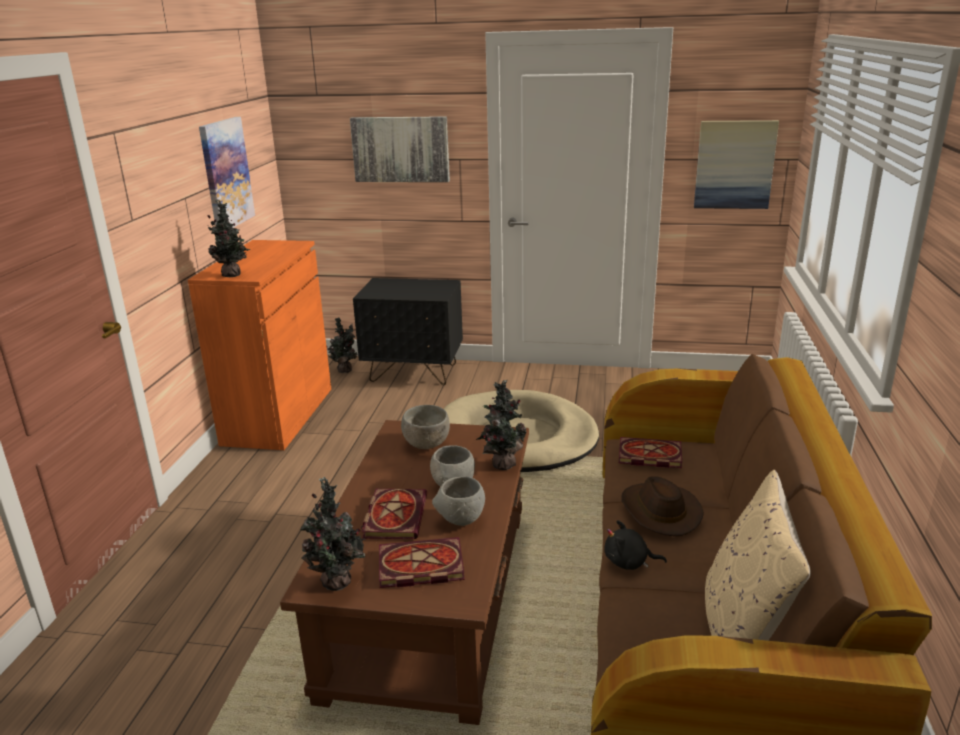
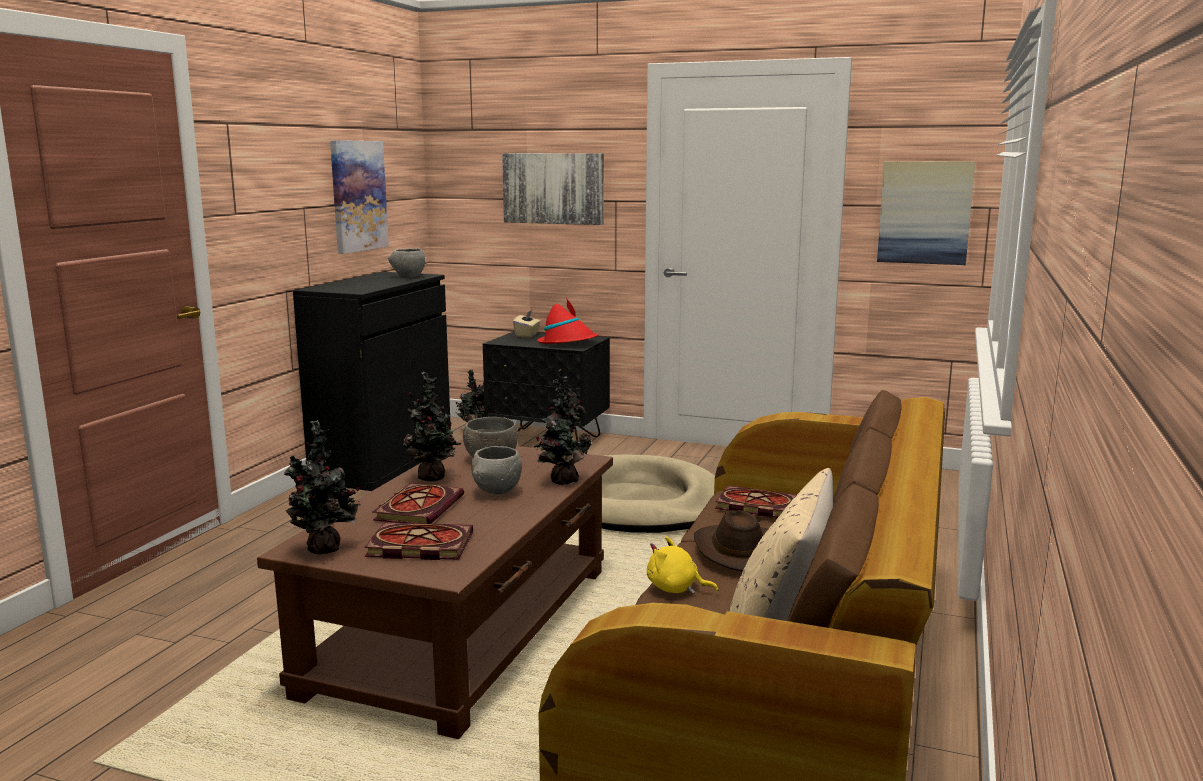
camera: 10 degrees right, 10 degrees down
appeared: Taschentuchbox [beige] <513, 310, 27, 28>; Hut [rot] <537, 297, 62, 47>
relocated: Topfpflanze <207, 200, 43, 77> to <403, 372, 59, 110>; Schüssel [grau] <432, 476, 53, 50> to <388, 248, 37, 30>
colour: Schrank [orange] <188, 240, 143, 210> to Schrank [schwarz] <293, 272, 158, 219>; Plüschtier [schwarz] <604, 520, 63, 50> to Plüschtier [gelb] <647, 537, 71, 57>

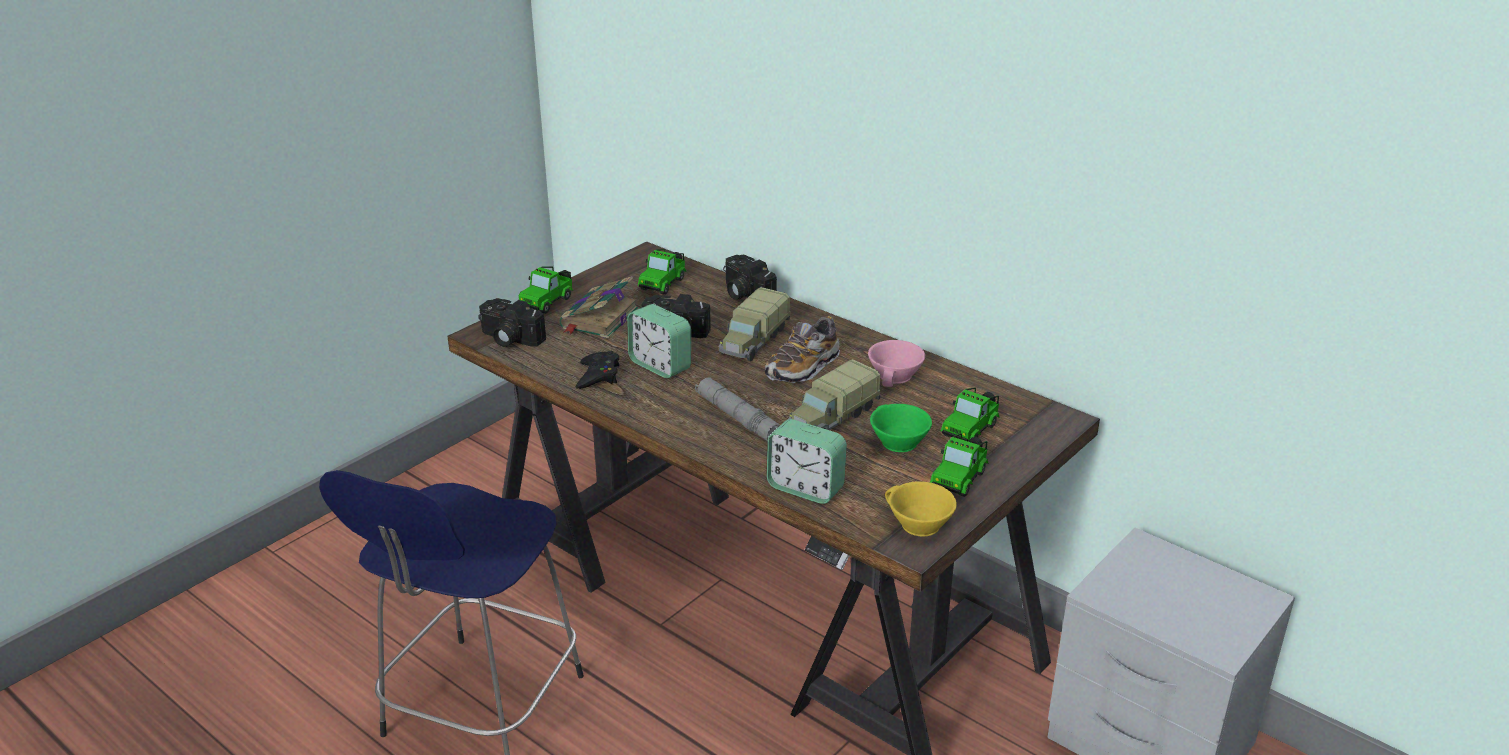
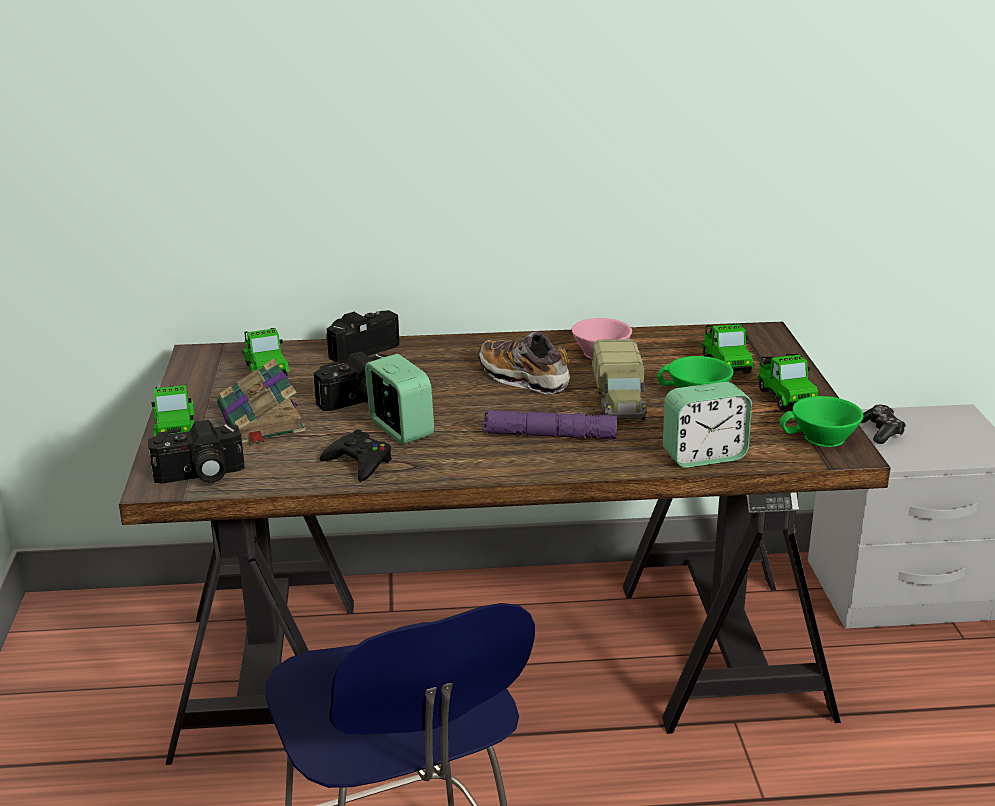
camera: 45 degrees left, 5 degrees down
missing: Spielzeuglaster <719, 287, 72, 74>
appeared: Gamepad <861, 405, 45, 39>
colour: Taschenlampe [grau] <695, 378, 85, 63> to Taschenlampe [lila] <482, 410, 135, 29>; Tasse [gelb] <885, 481, 72, 56> to Tasse [grün] <780, 396, 83, 51>
spun: Wecker <627, 304, 64, 74> = <365, 354, 69, 90> 120 degrees counterclockwise; Kamera <723, 255, 54, 45> = <326, 310, 73, 54> 135 degrees clockwise; Schuh <765, 316, 75, 67> = <478, 332, 92, 63> 135 degrees clockwise

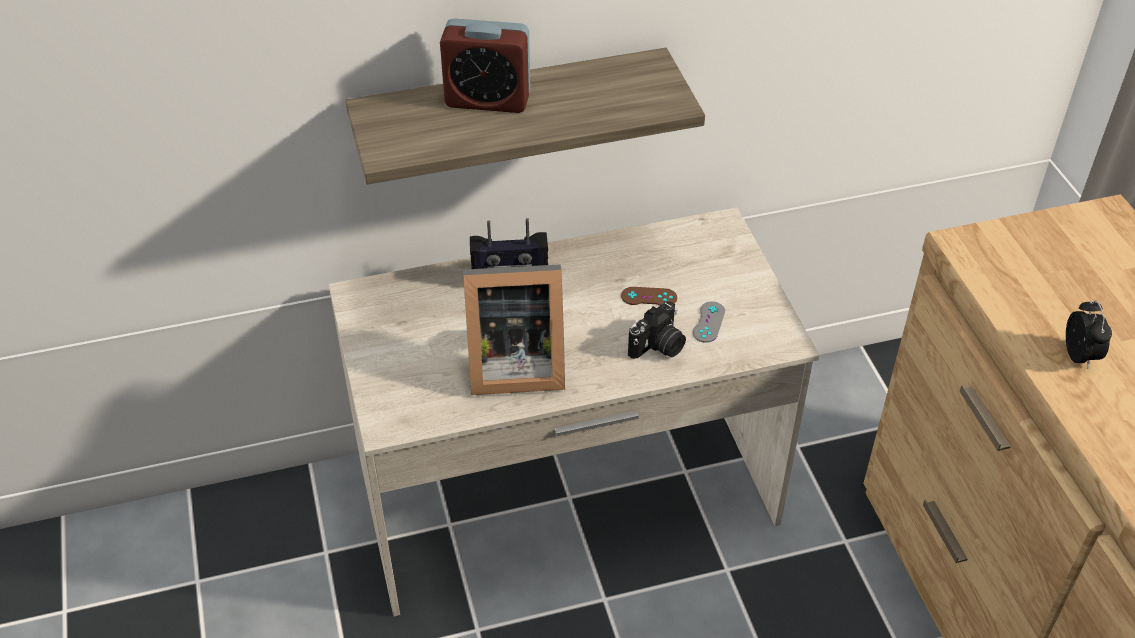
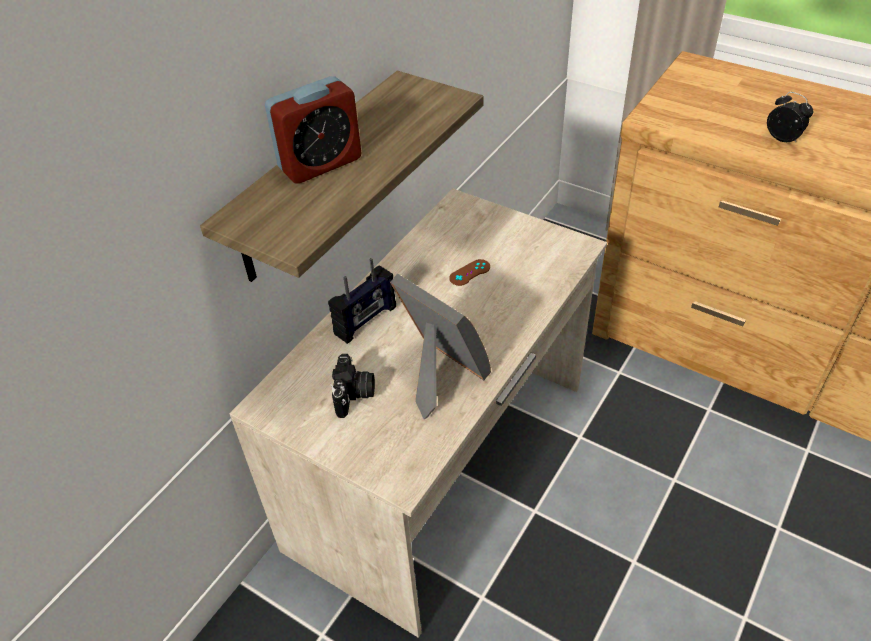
camera: 40 degrees left, 0 degrees up
missing: Gamepad [grau] <693, 301, 32, 42>
relocated: Kamera <628, 301, 58, 58> to <330, 354, 45, 64>
spun: Bilderrahmen <463, 264, 102, 131> = <390, 274, 101, 145> 90 degrees counterclockwise

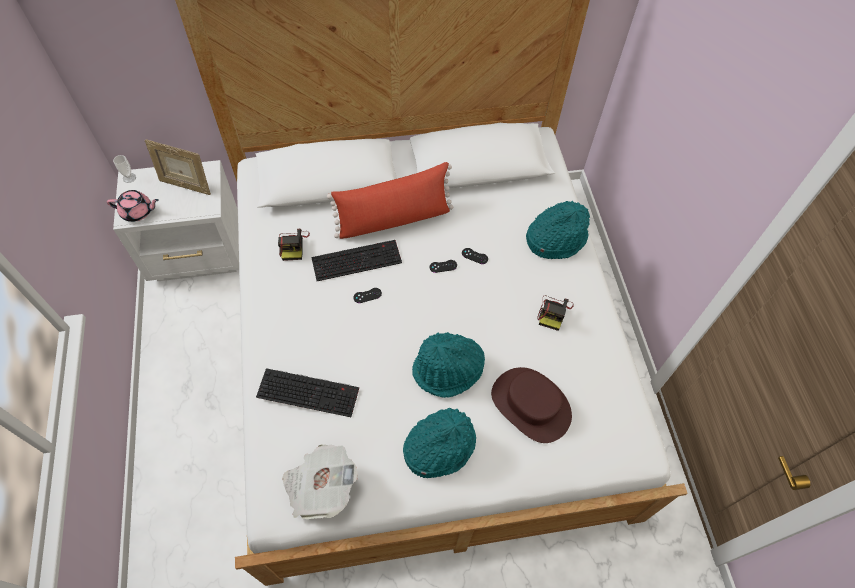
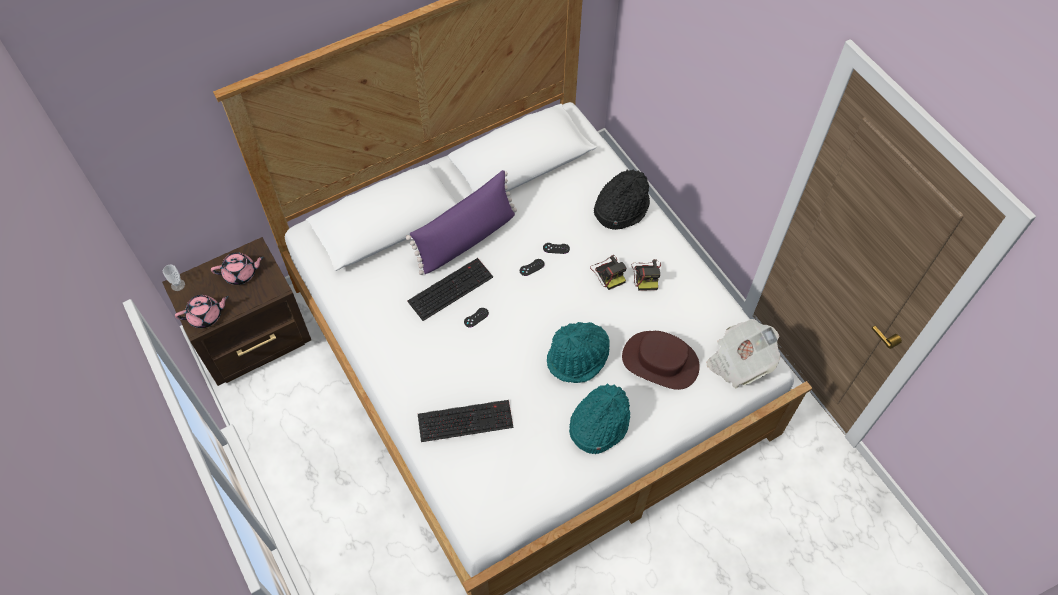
camera: 20 degrees left, 0 degrees up
relocated: Kamera <278, 229, 32, 32> to <590, 255, 36, 35>; Zeitung <282, 444, 76, 75> to <706, 319, 75, 69>
exchanged: Bilderrahmen <145, 139, 66, 56> to Teekanne [rosa] <211, 252, 53, 33>
colour: Nachttisch [weiß] <113, 160, 126, 121> to Nachttisch [braun] <162, 237, 149, 149>; Kissen [rot] <327, 162, 126, 77> to Kissen [lila] <406, 170, 111, 105>; Hut [türkis] <526, 201, 64, 58> to Hut [schwarz] <594, 169, 56, 61>

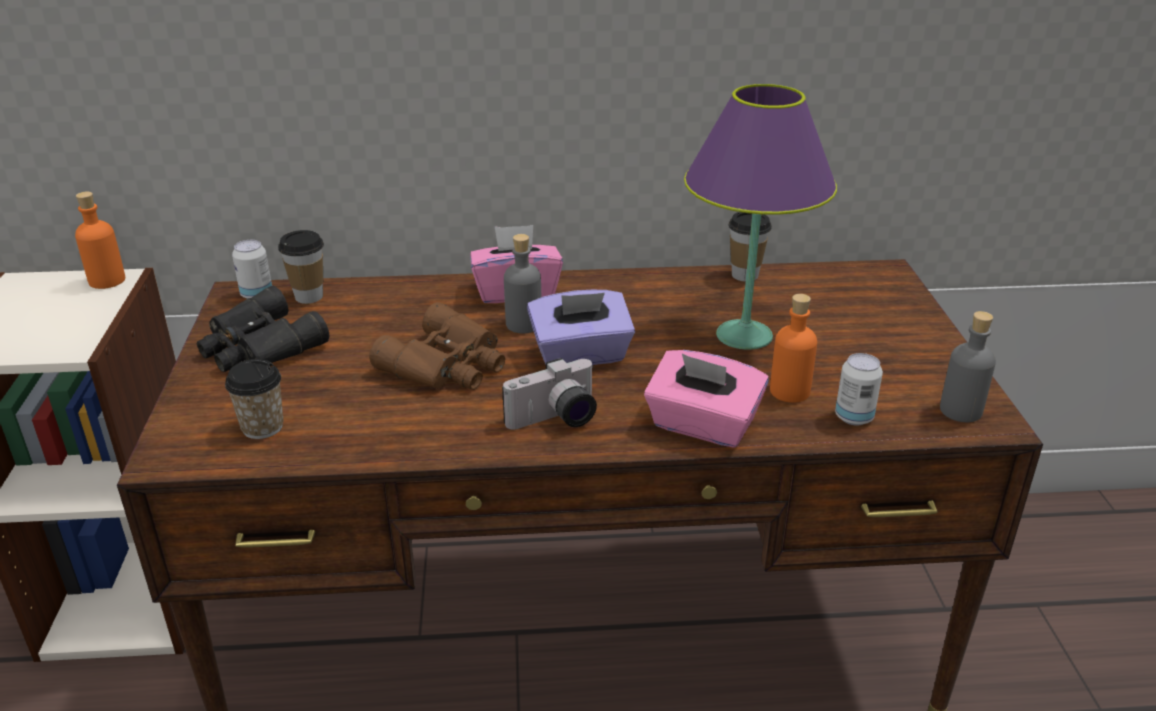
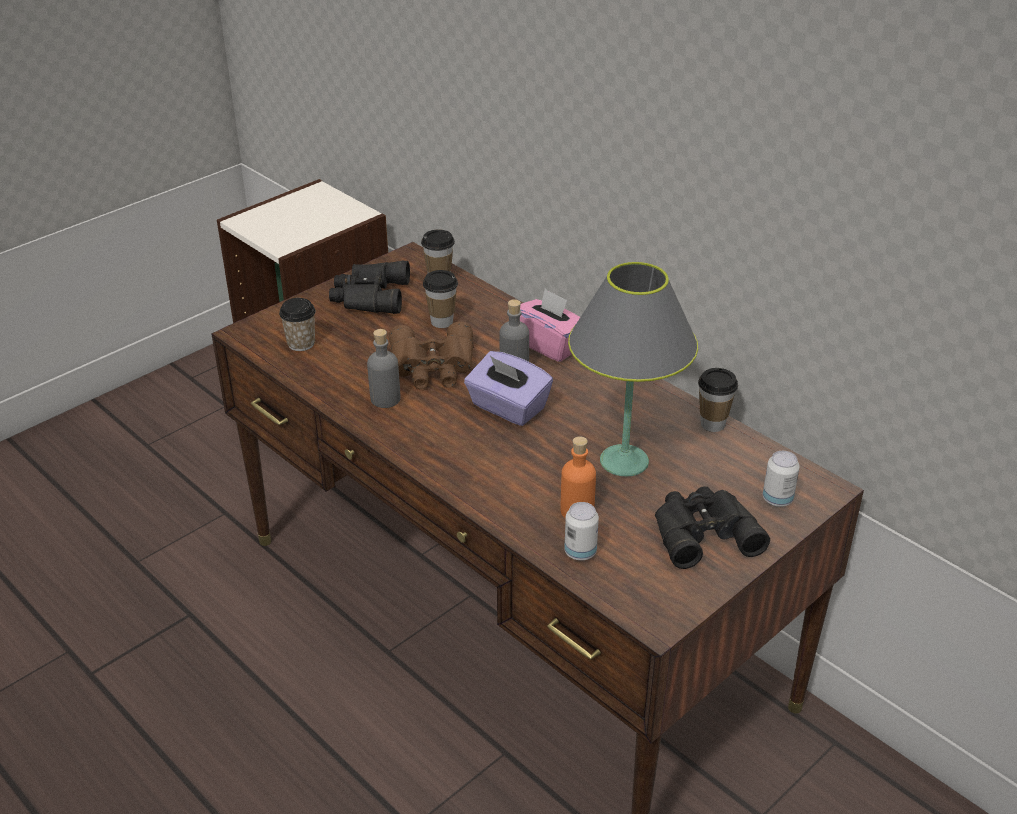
camera: 50 degrees right, 5 degrees up
missing: Flasche [orange] <75, 192, 50, 97>; Kamera <502, 358, 95, 72>; Taschentuchbox [rosa] <644, 350, 125, 98>
appeared: Tasse <423, 270, 35, 58>; Fernglas [schwarz] <655, 486, 115, 83>
relocated: Dose <232, 240, 40, 59> to <763, 451, 37, 56>; Flasche [grau] <940, 311, 56, 111> to <367, 329, 34, 79>
colour: Tischlampe [lila] <684, 84, 153, 266> to Tischlampe [grau] <568, 262, 130, 215>

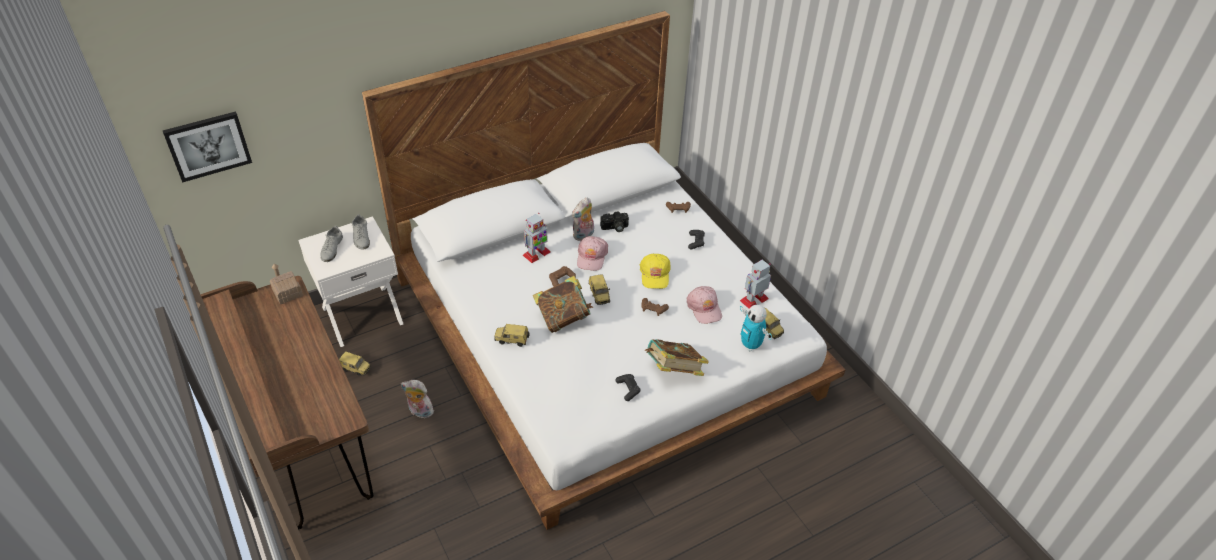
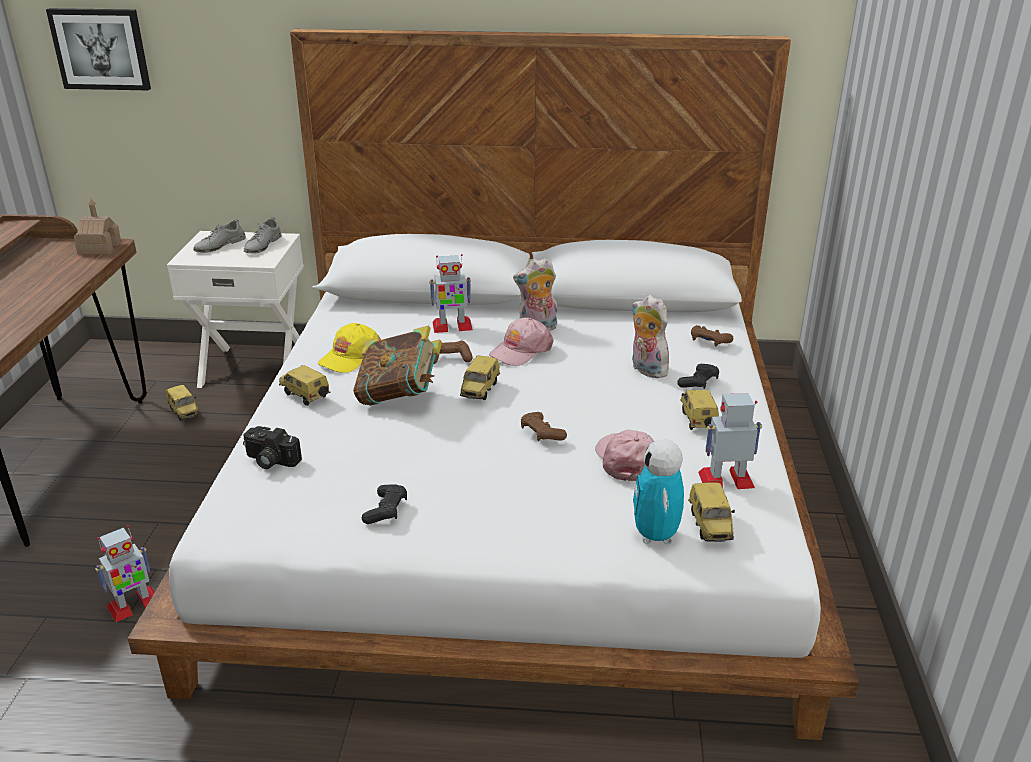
camera: 35 degrees right, 15 degrees down
missing: Buch <644, 339, 65, 37>
appeared: Spielzeugroboter <95, 525, 60, 97>; Spielzeugauto <680, 389, 39, 41>
relocated: Plüschtier <401, 380, 33, 38> to <631, 295, 39, 83>; Kamera <600, 211, 29, 21> to <243, 426, 59, 43>; Kappe [gelb] <640, 254, 31, 35> to <318, 323, 64, 50>
spun: Kappe [rosa] <686, 286, 36, 38> = <595, 430, 59, 51> 150 degrees clockwise

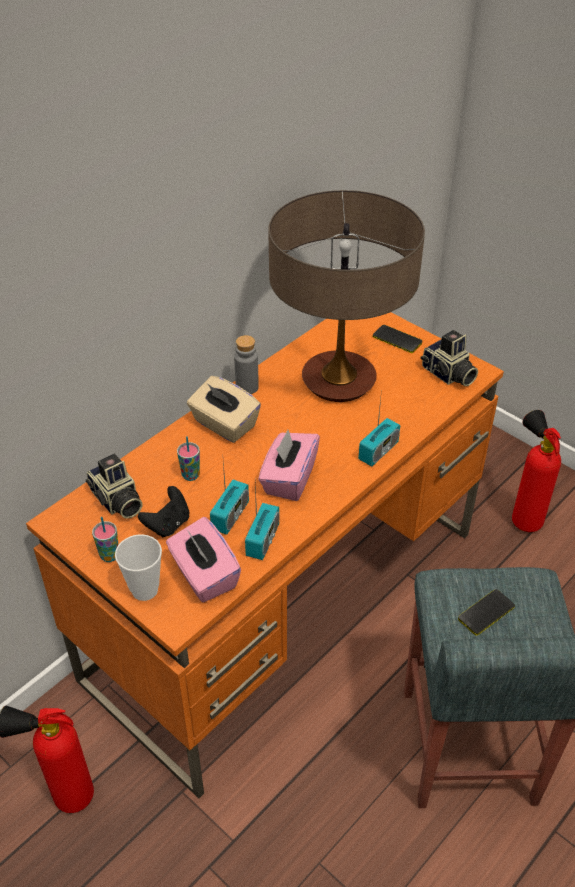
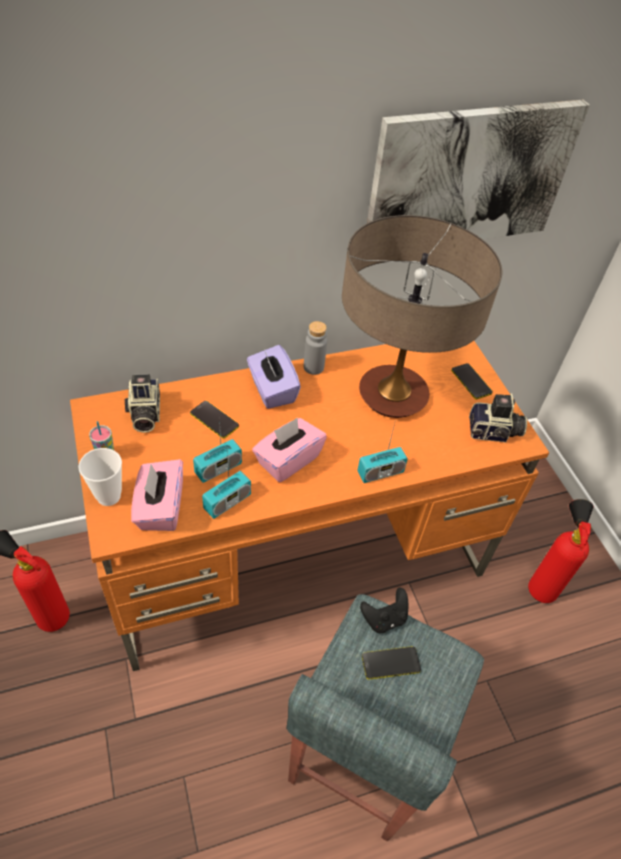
camera: 25 degrees right, 5 degrees up
appeared: Bild <367, 99, 223, 140>
relocated: Gamepad [schwarz] <138, 486, 52, 52> to <360, 587, 48, 46>
exchanged: Tasse <177, 436, 23, 45> to Handy <190, 401, 49, 38>
colour: Taschentuchbox [beige] <187, 376, 74, 67> to Taschentuchbox [lila] <247, 345, 54, 64>
spun: Kamera <420, 330, 58, 56> = <469, 394, 58, 48> 75 degrees counterclockwise

